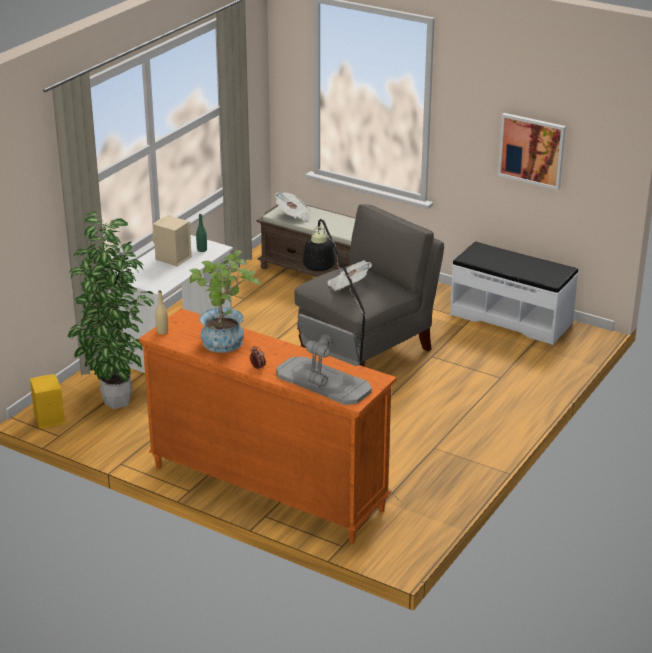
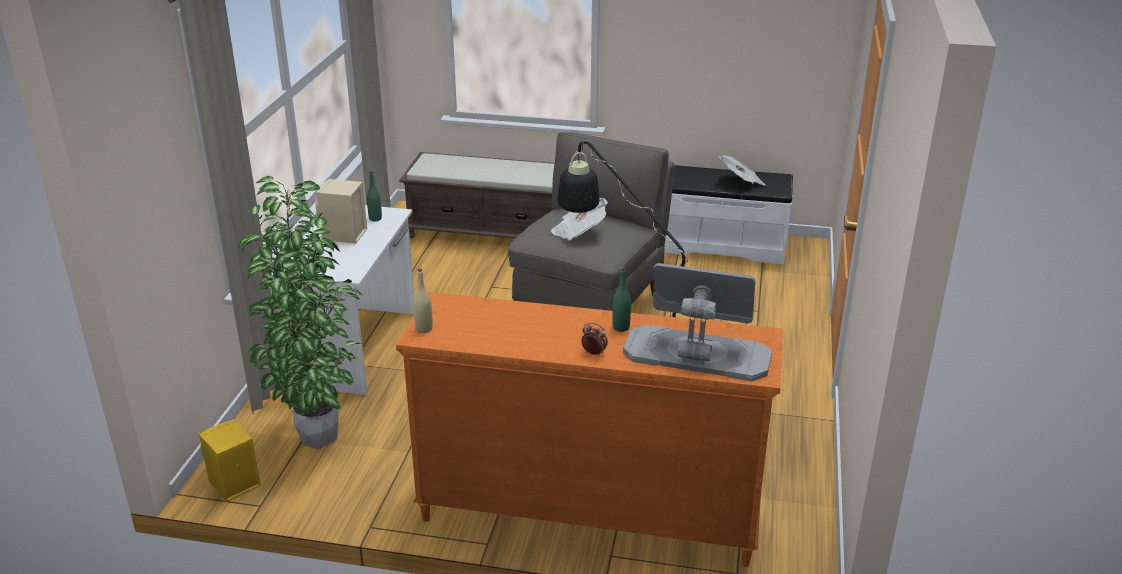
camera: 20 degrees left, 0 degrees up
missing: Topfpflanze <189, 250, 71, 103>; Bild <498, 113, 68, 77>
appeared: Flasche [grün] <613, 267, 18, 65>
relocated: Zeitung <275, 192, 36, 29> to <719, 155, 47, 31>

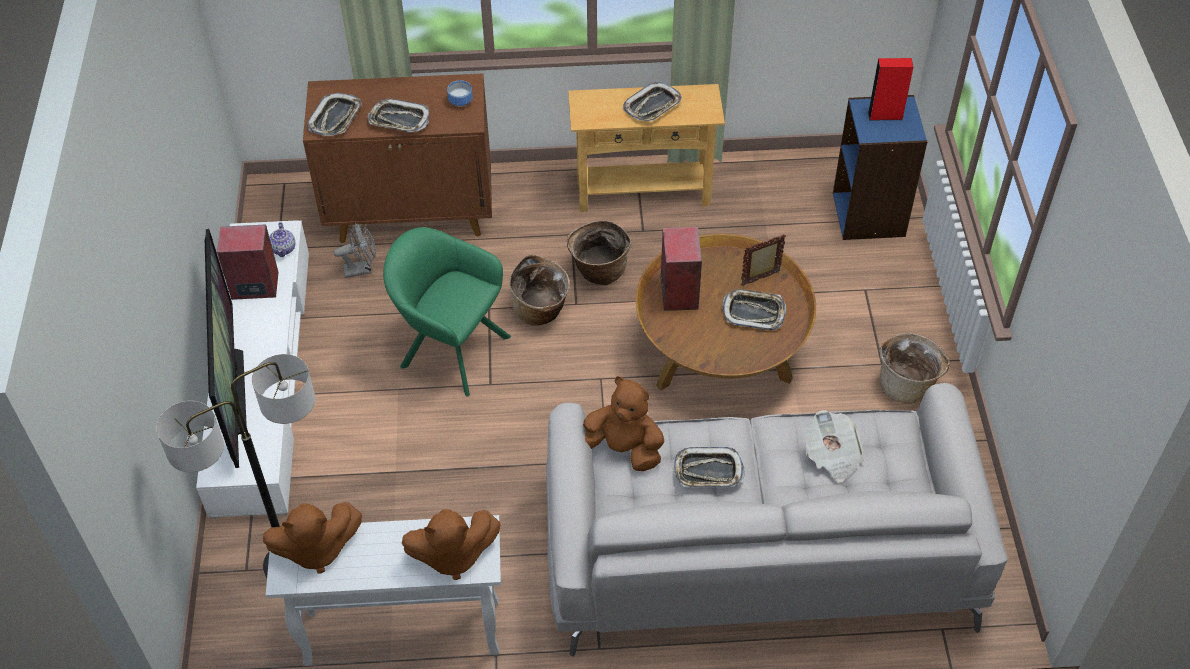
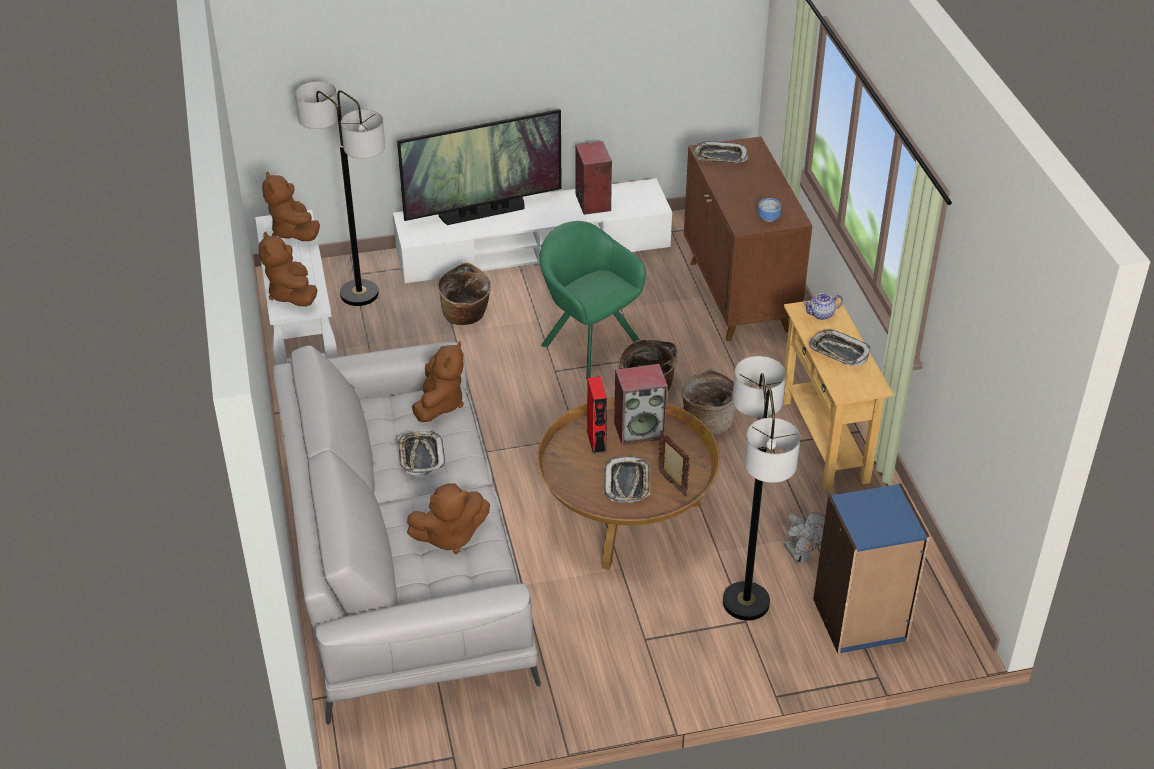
camera: 80 degrees right, 10 degrees down
missing: Tablett <368, 99, 61, 33>
appeared: Stehlampe <723, 356, 77, 264>
relocated: Teekanne <269, 222, 27, 35> to <803, 293, 40, 27>; Ventilator [grau] <334, 223, 42, 55> to <784, 512, 41, 52>; Lautsprecher [rot] <868, 58, 45, 62> to <587, 376, 20, 78>; Korb <879, 333, 71, 71> to <438, 263, 53, 62>
exchanged: Zeitung <804, 410, 60, 73> to Plüschtier [braun] <407, 483, 83, 71>
spun: Sessel [grün] <383, 227, 128, 169> = <539, 221, 107, 158> 60 degrees counterclockwise

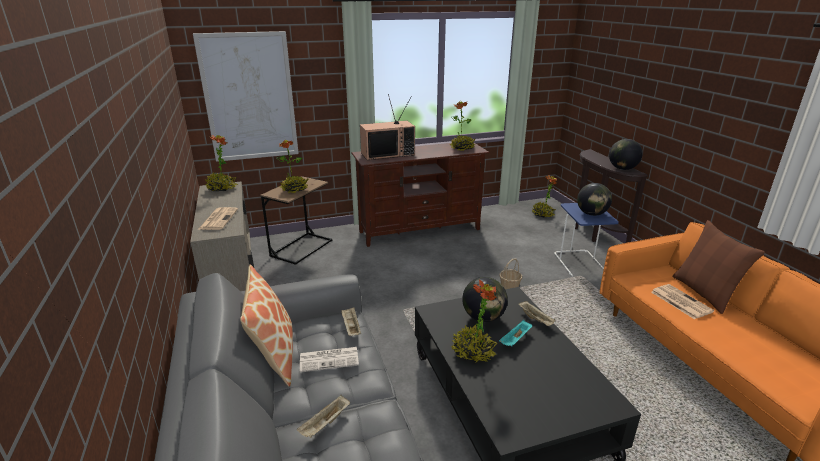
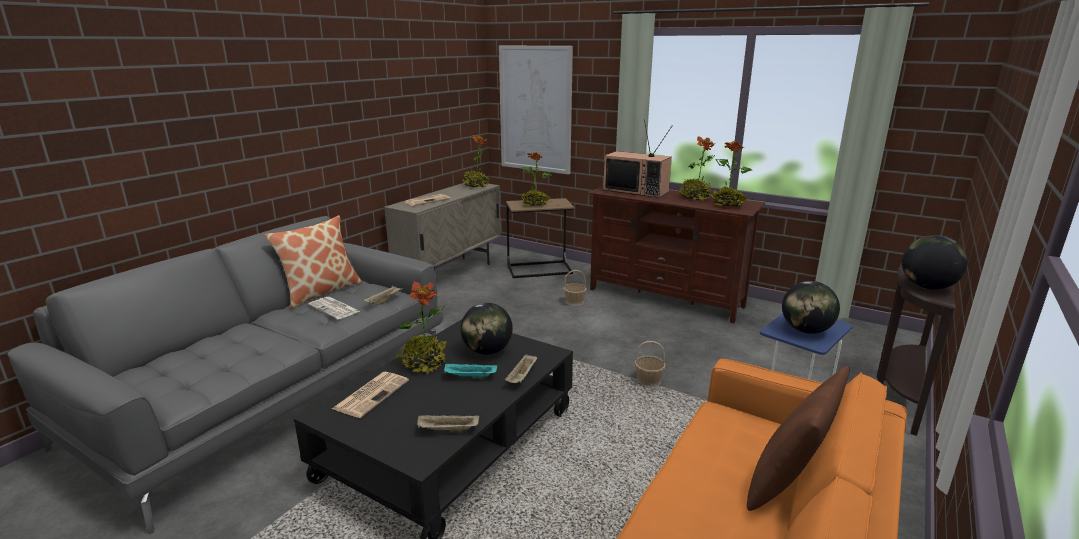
camera: 50 degrees right, 5 degrees down
appeared: Korb <563, 270, 24, 36>
relocated: Tablett [beige] <297, 395, 53, 43> to <417, 415, 62, 18>; Topfpflanze <532, 175, 25, 42> to <679, 136, 36, 65>; Zeitung <651, 284, 63, 35> to <332, 372, 77, 46>

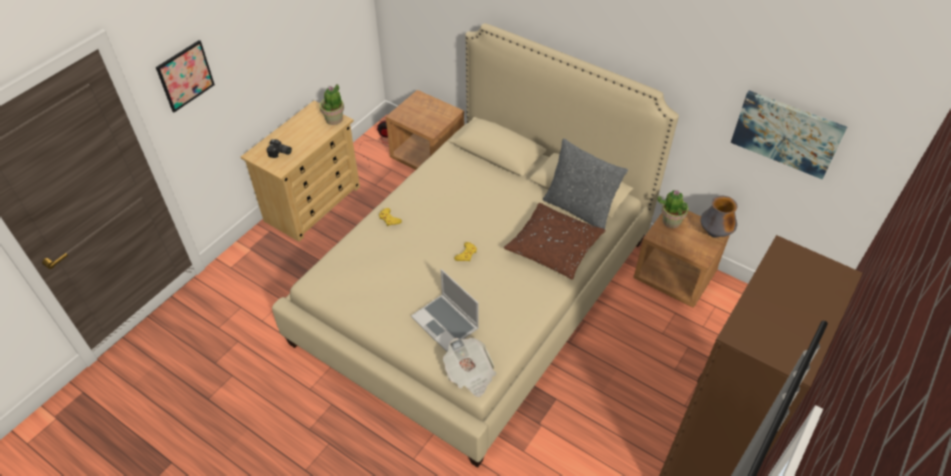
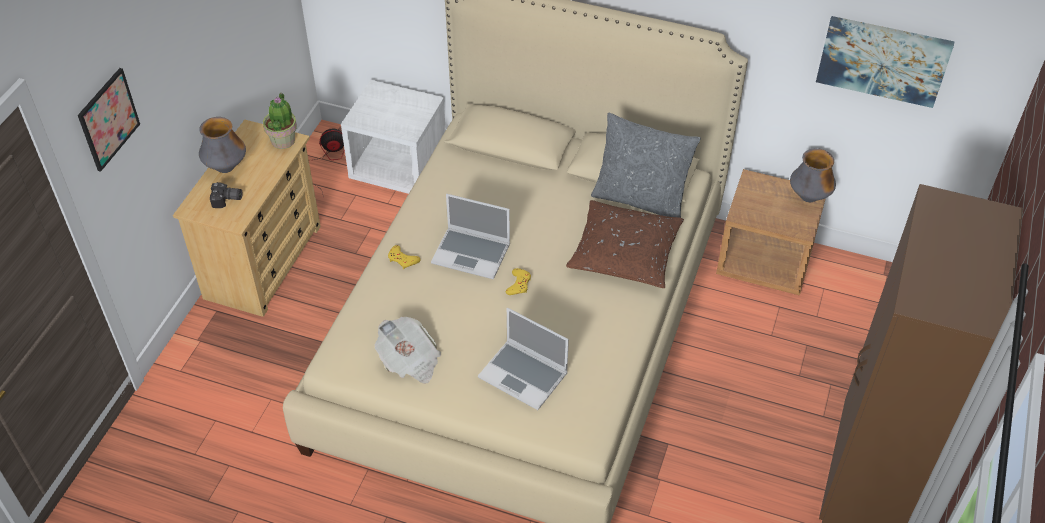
camera: 15 degrees left, 0 degrees up
missing: Topfpflanze <657, 190, 31, 38>
appeared: Vase <199, 117, 47, 56>; Laptop <431, 194, 79, 85>
relocated: Zeitung <443, 338, 54, 59> to <374, 317, 67, 67>
colour: Nachttisch [braun] <386, 90, 78, 80> to Nachttisch [weiß] <341, 80, 105, 114>

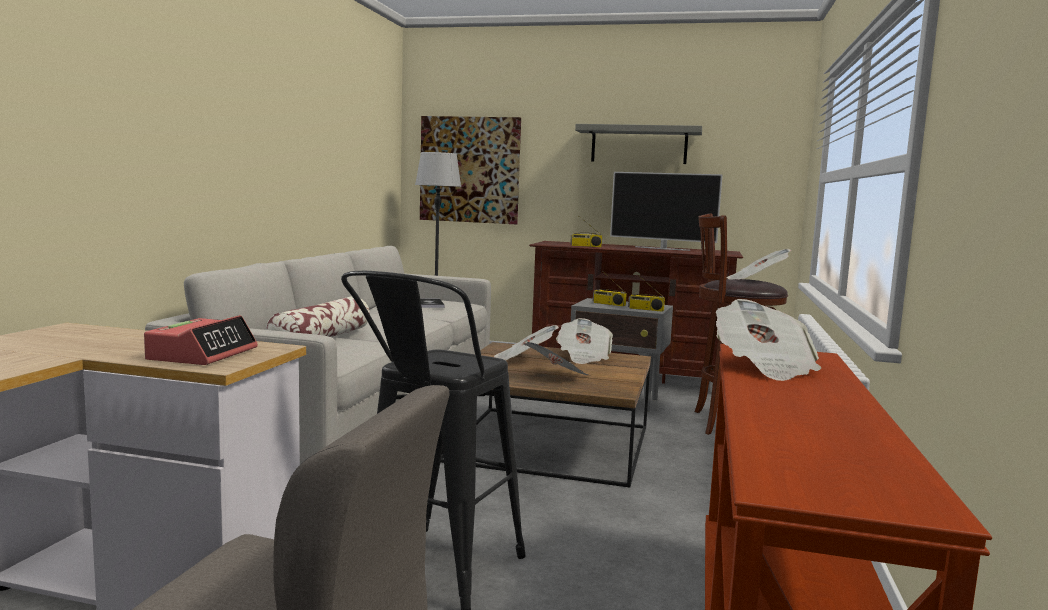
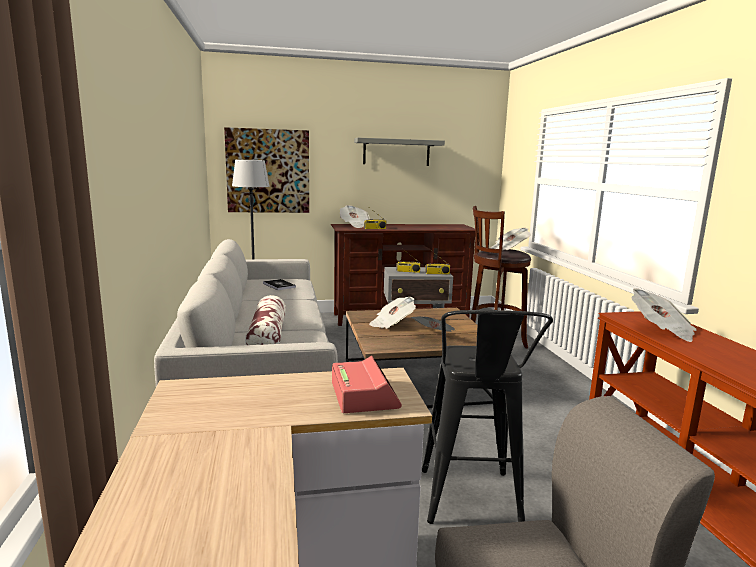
camera: 25 degrees left, 5 degrees up
missing: Fernseher <610, 172, 113, 79>
relocated: Zeitung <556, 318, 57, 46> to <340, 205, 30, 23>

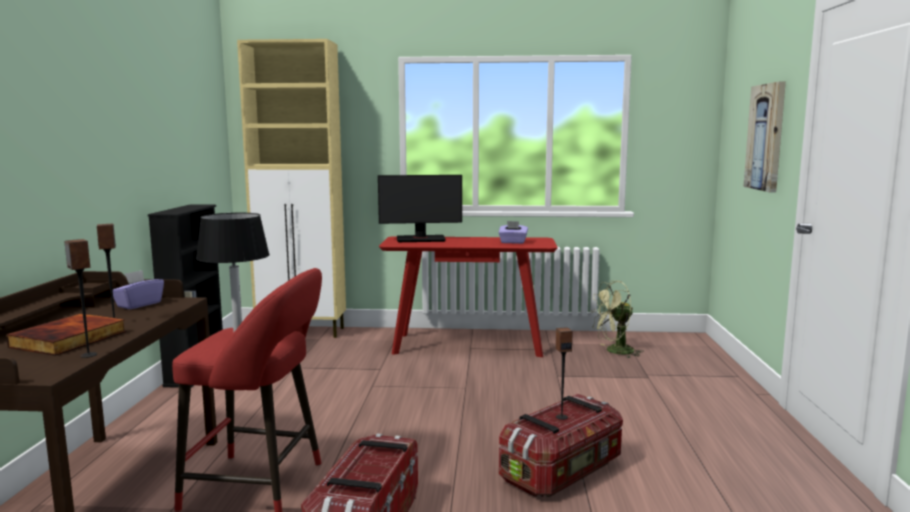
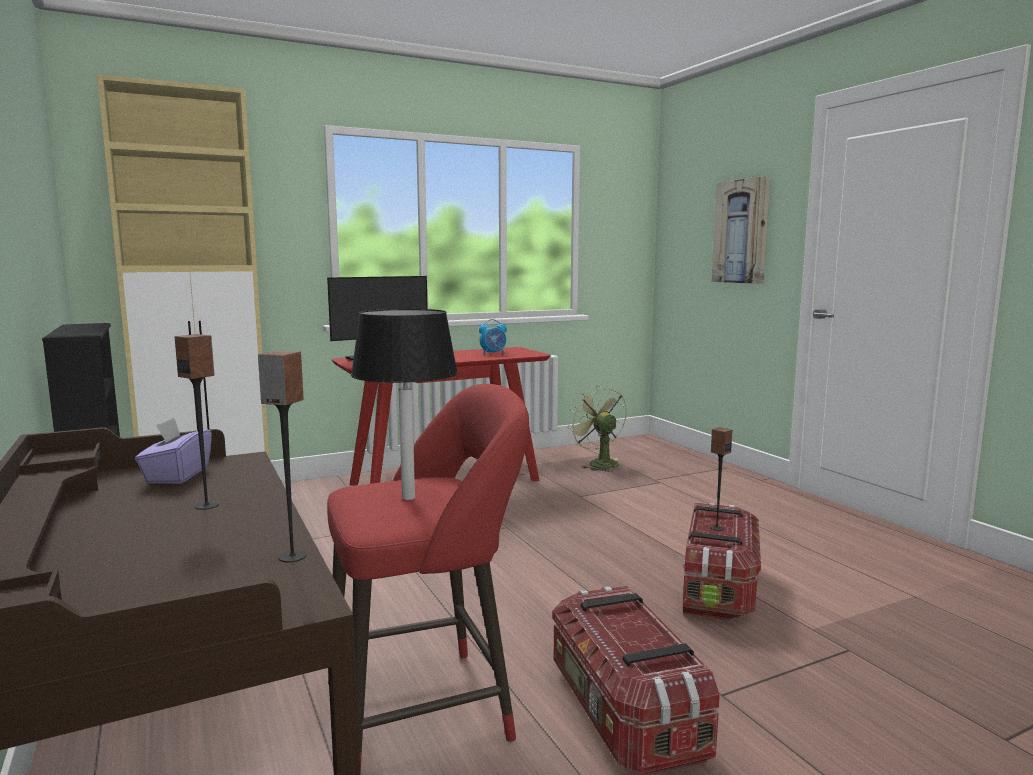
camera: 30 degrees left, 0 degrees up
missing: Buch <6, 313, 120, 43>
exchanged: Taschentuchbox [lila] <499, 221, 29, 23> to Wecker <479, 319, 28, 36>
spun: Ventilator [grün] <590, 281, 54, 77> = <567, 386, 60, 86> 105 degrees clockwise

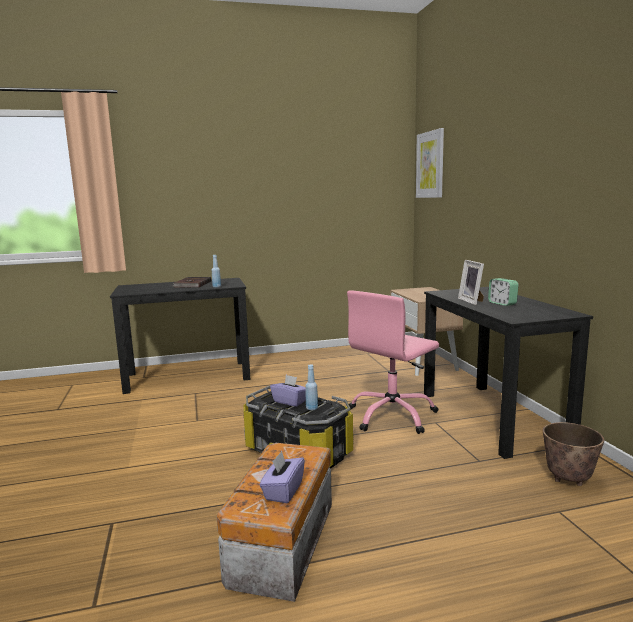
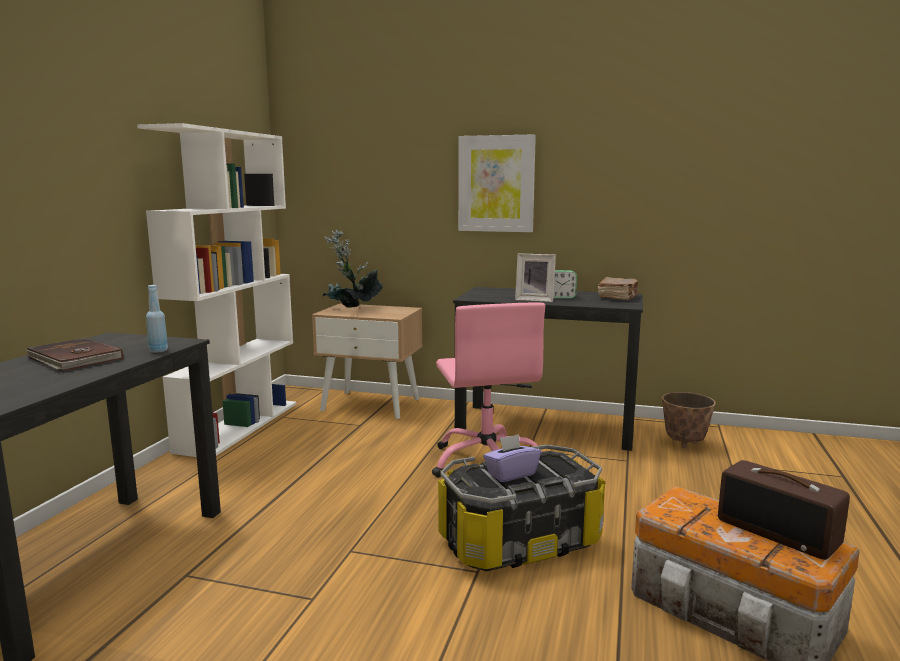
camera: 60 degrees left, 0 degrees up
missing: Flasche [blau] <305, 364, 13, 46>
appeared: Bücherregal [weiß] <137, 123, 159, 334>; Topfpflanze <322, 229, 61, 79>; Buch [braun] <598, 277, 40, 23>
relocated: Bild <416, 128, 28, 70> to <458, 134, 78, 98>
exchanged: Taschentuchbox [lila] <259, 451, 46, 52> to Radio <718, 460, 132, 100>

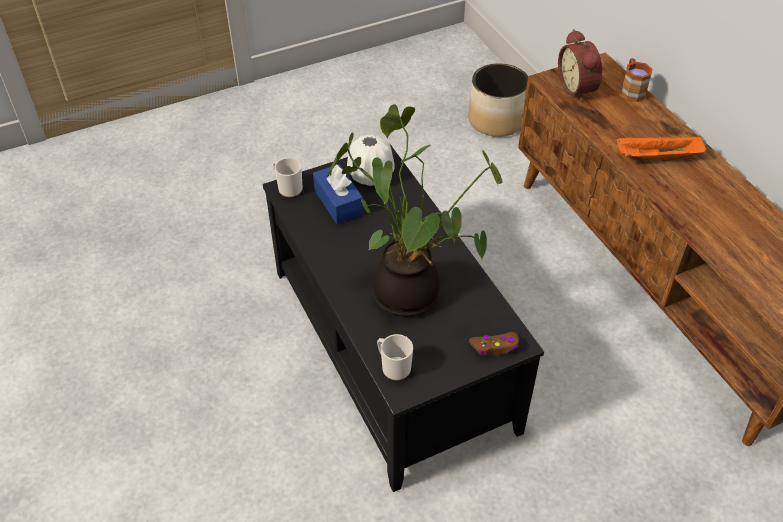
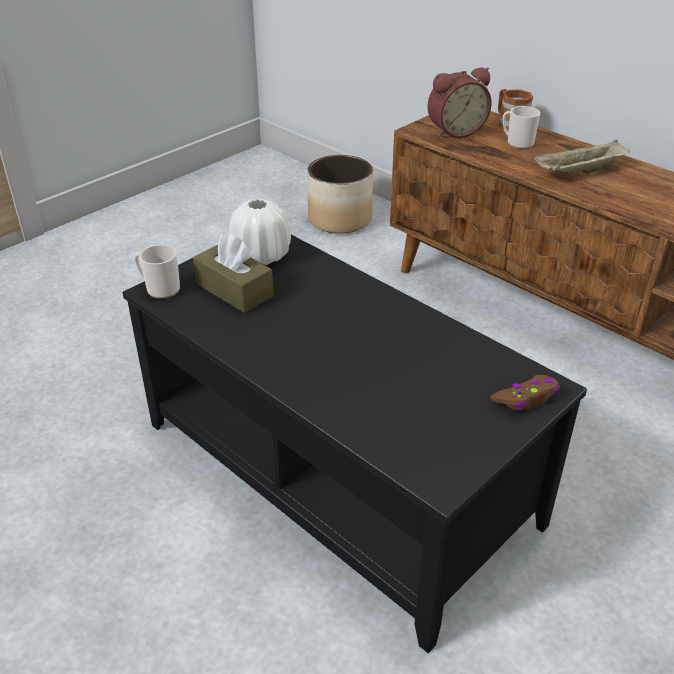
camera: 20 degrees left, 10 degrees down
missing: Topfpflanze <328, 104, 174, 212>
relocated: Henkelbecher <377, 334, 36, 46> to <503, 106, 37, 43>
colour: Taschentuchbox [blau] <313, 164, 50, 60> to Taschentuchbox [braun] <193, 234, 81, 79>; Tablett [orange] <616, 136, 90, 25> to Tablett [beige] <534, 140, 96, 34>
spun: Wecker <558, 29, 44, 72> = <427, 67, 65, 71> 75 degrees counterclockwise

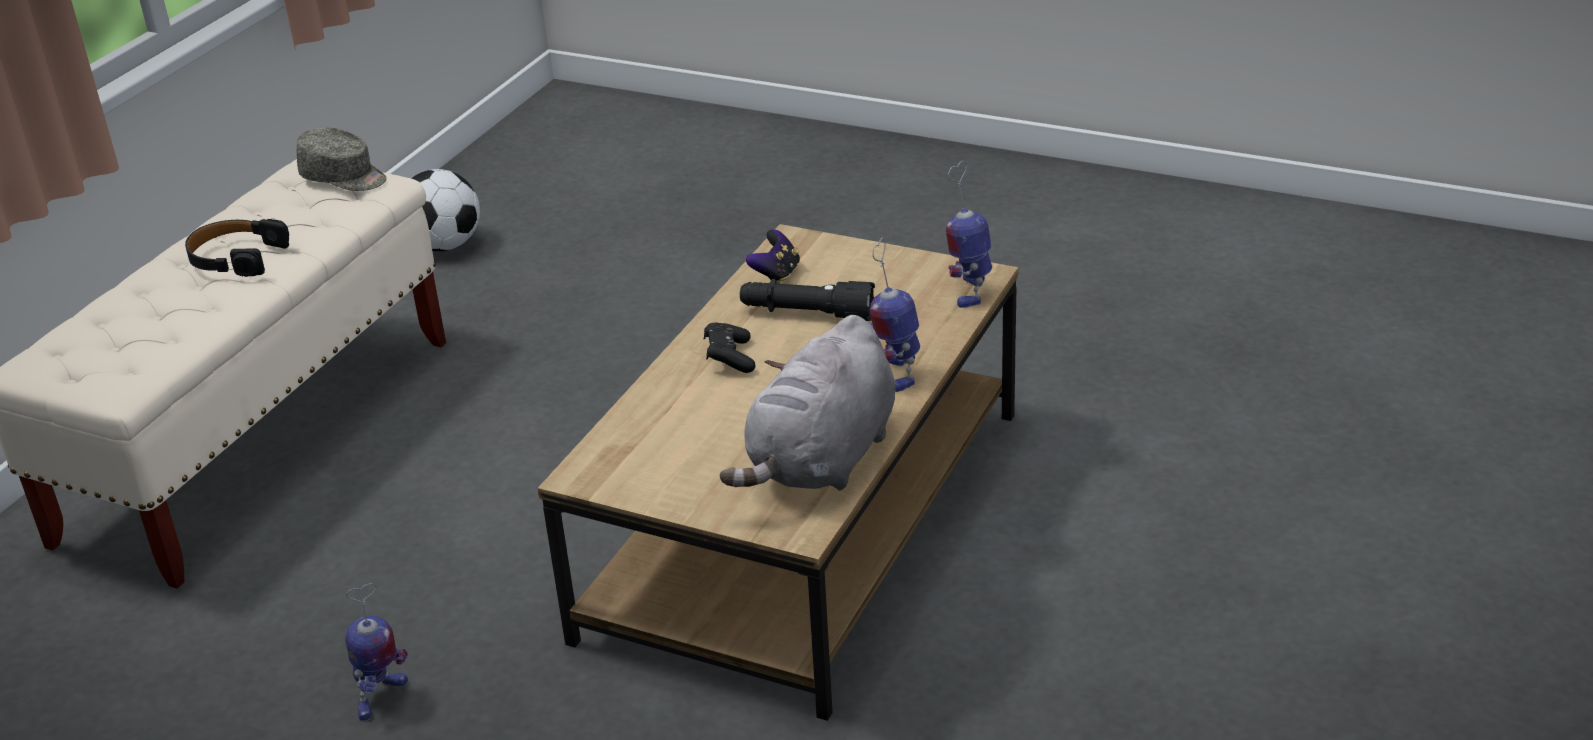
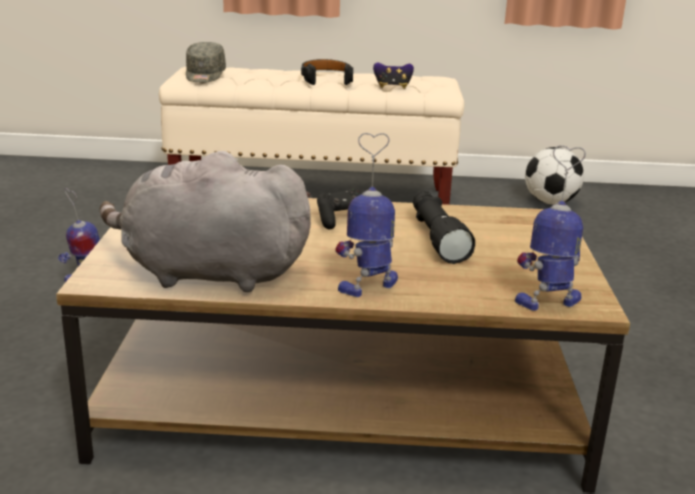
camera: 65 degrees right, 10 degrees down
relocated: Kappe [grau] <297, 127, 90, 64> to <186, 42, 40, 40>; Gamepad <746, 229, 54, 55> to <373, 62, 41, 27>

